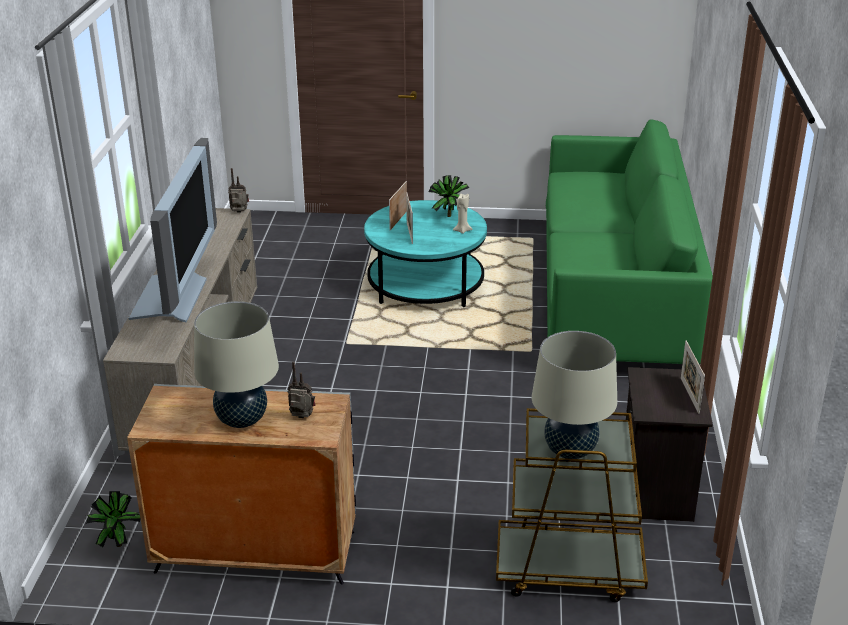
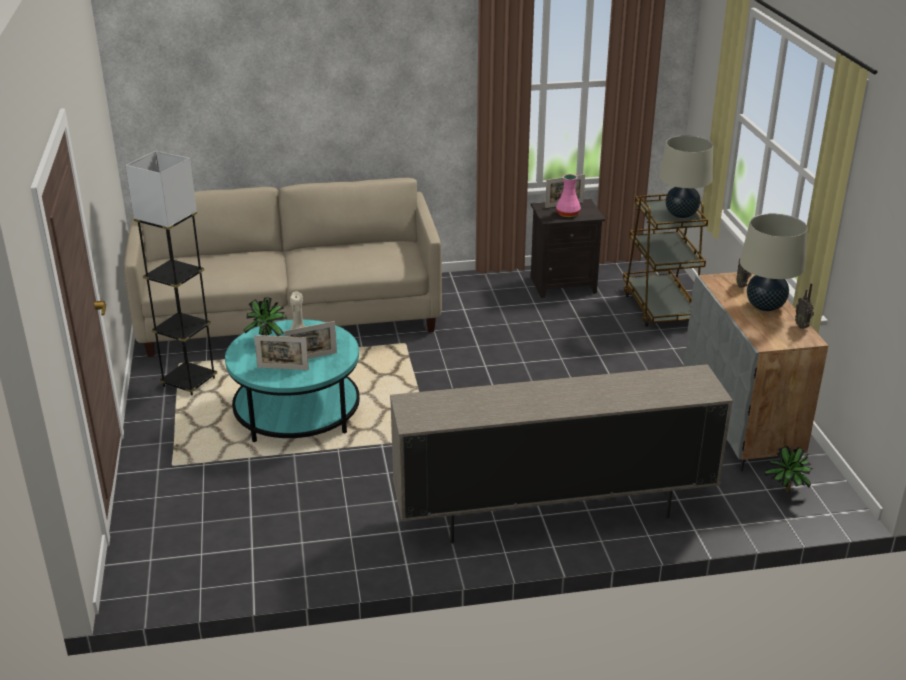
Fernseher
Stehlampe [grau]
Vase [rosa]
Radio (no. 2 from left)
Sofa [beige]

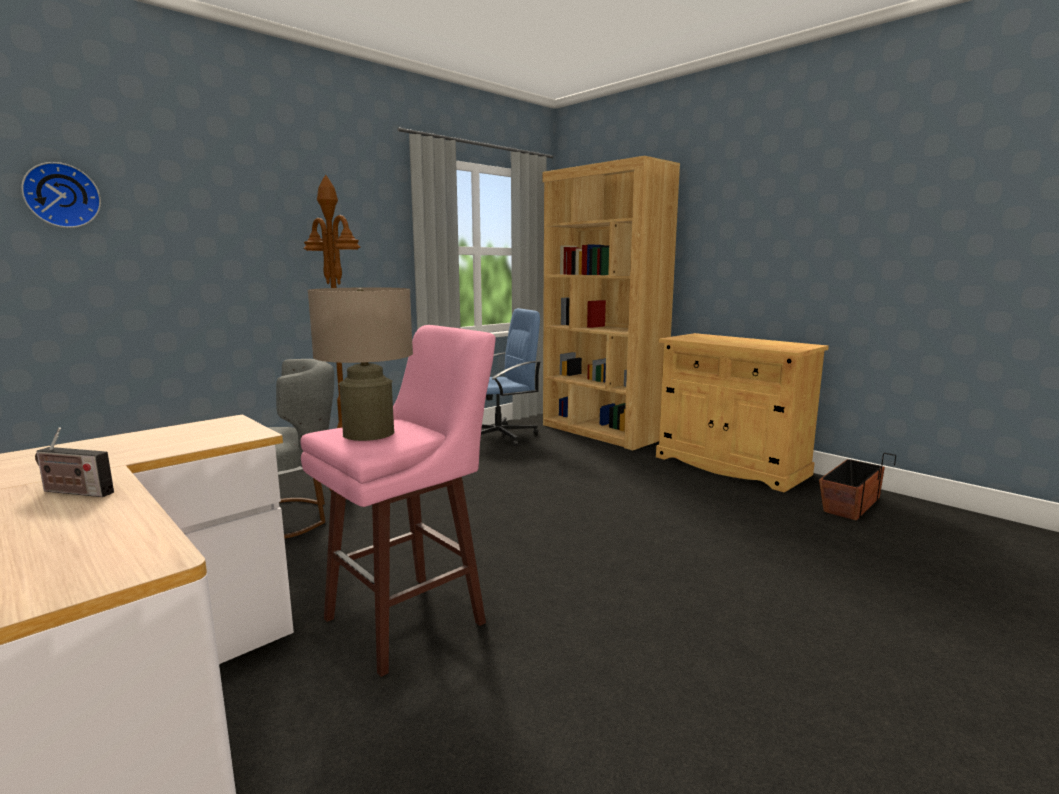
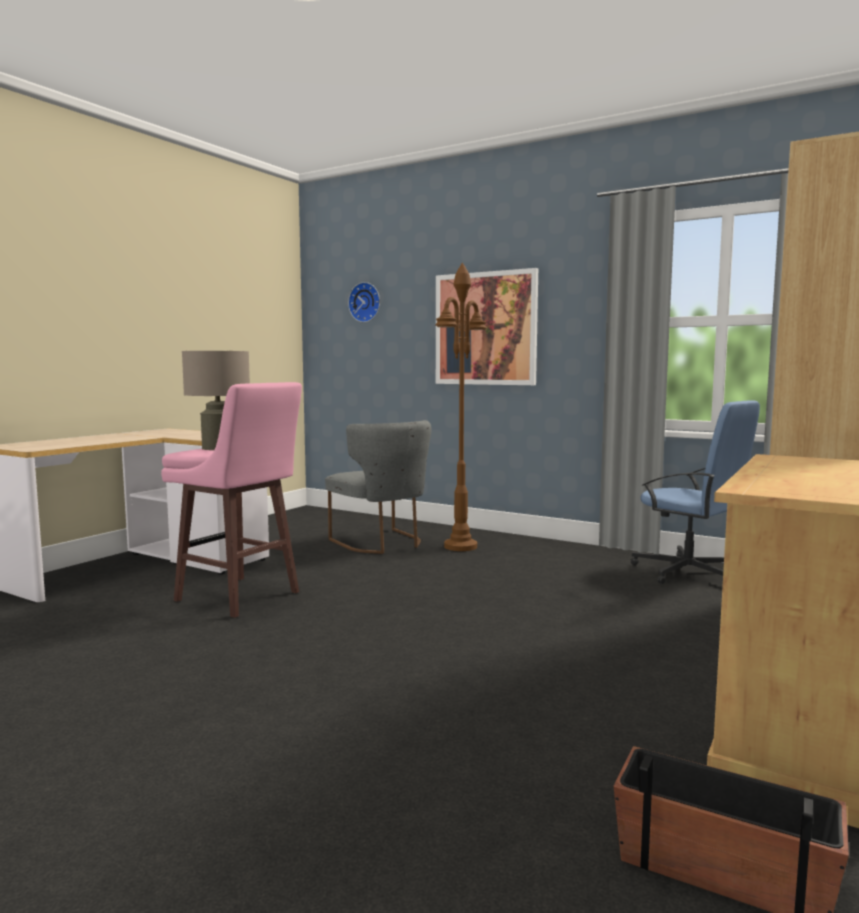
Radio
Bild

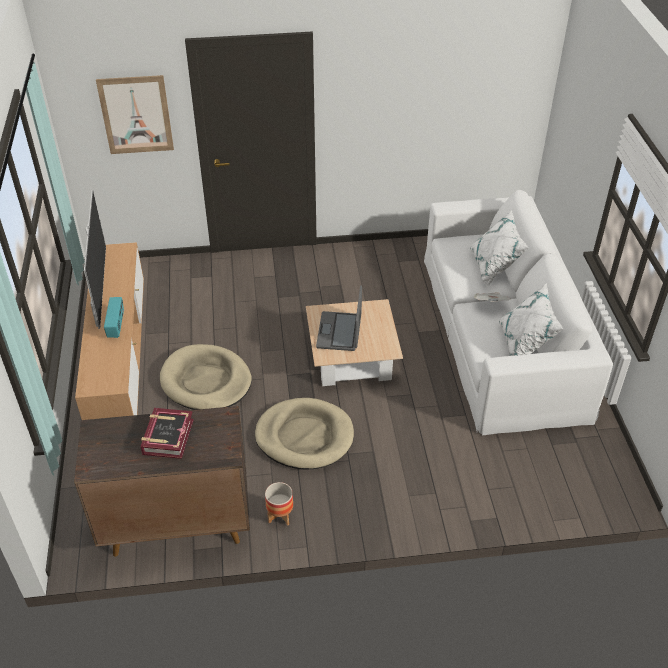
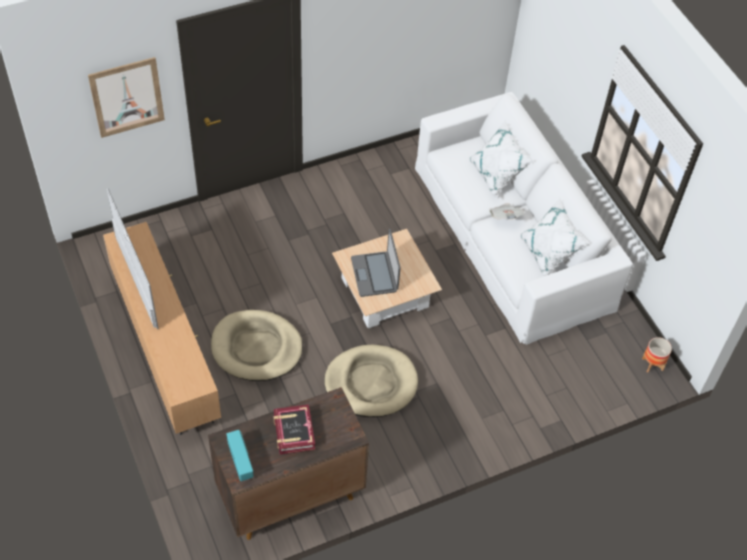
Radio
Pflanzkübel

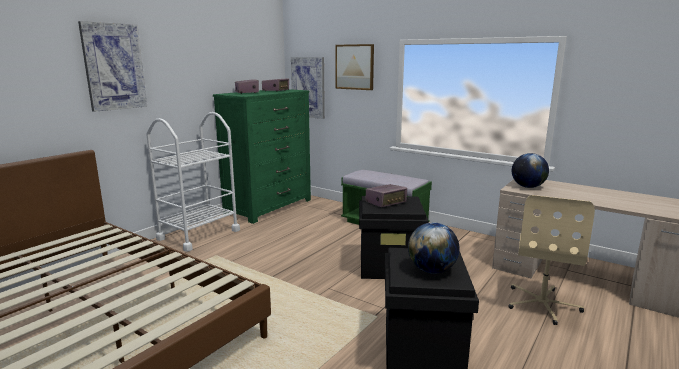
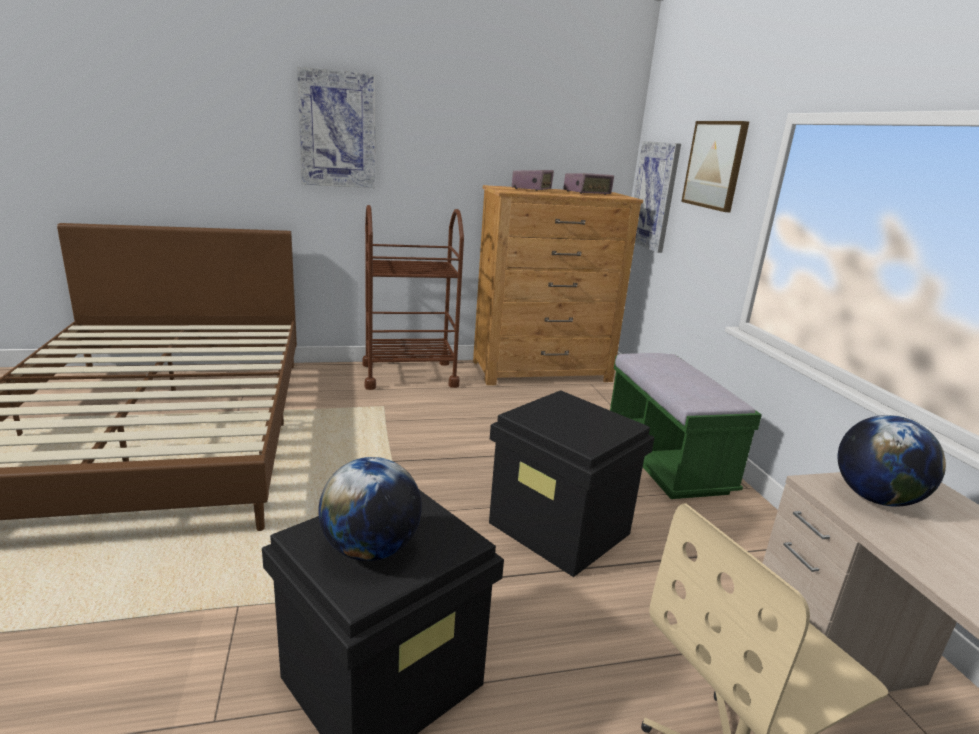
Radio (no. 3 from left in the first image)
Rollwagen [braun]
Kommode [braun]

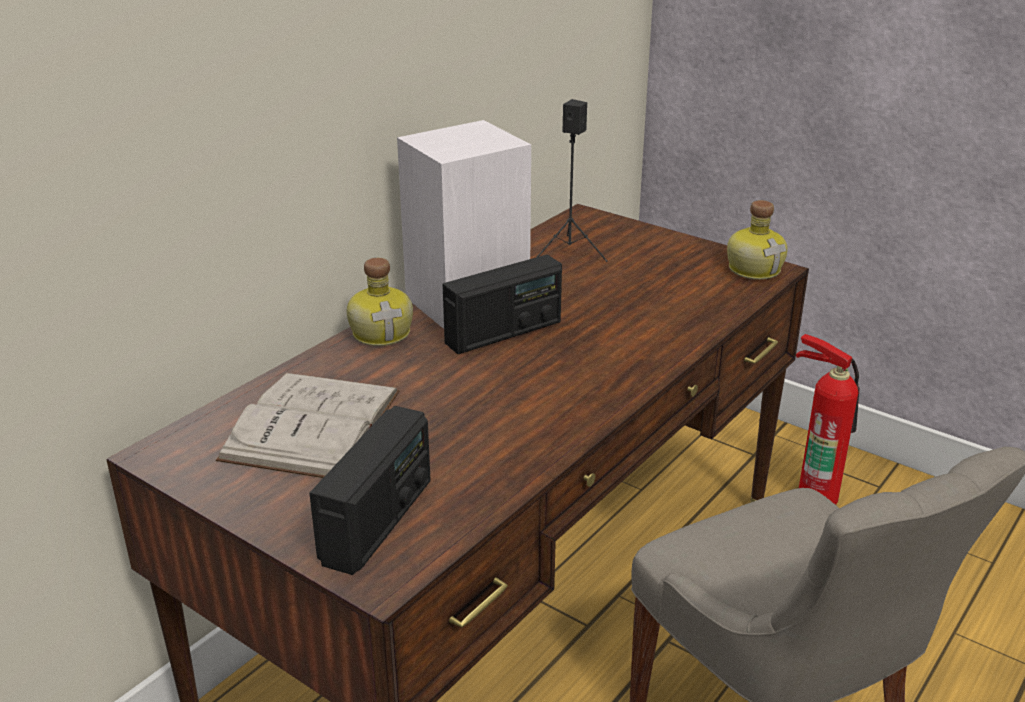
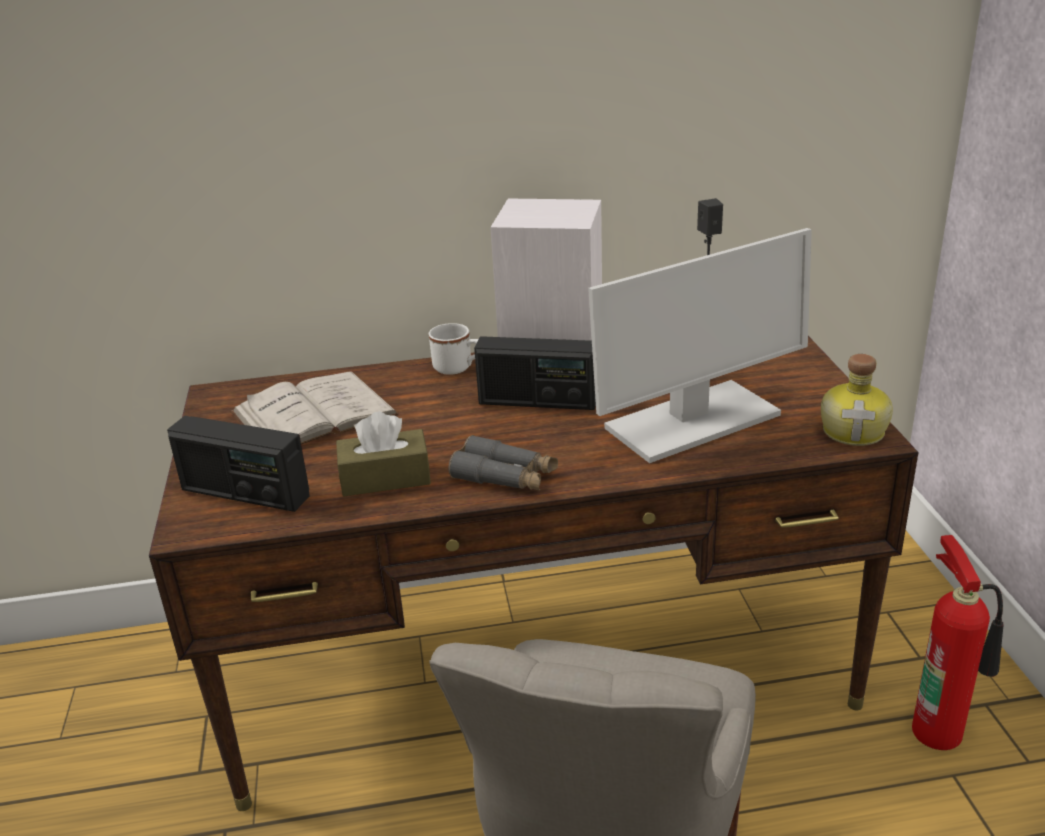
Taschentuchbox [braun]
Fernglas [grau]
Monitor
Henkelbecher [weiß]
Radio (no. 1 from left)

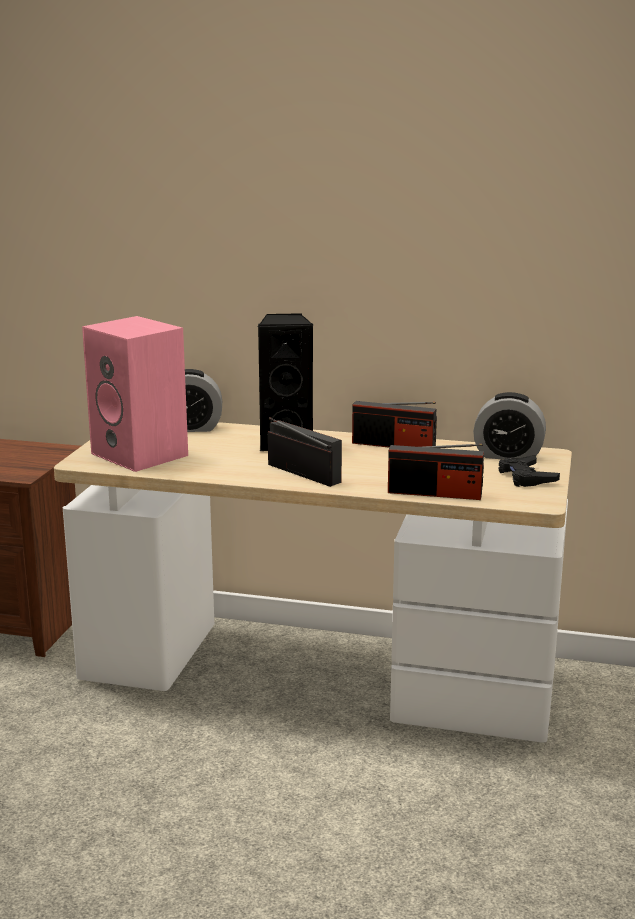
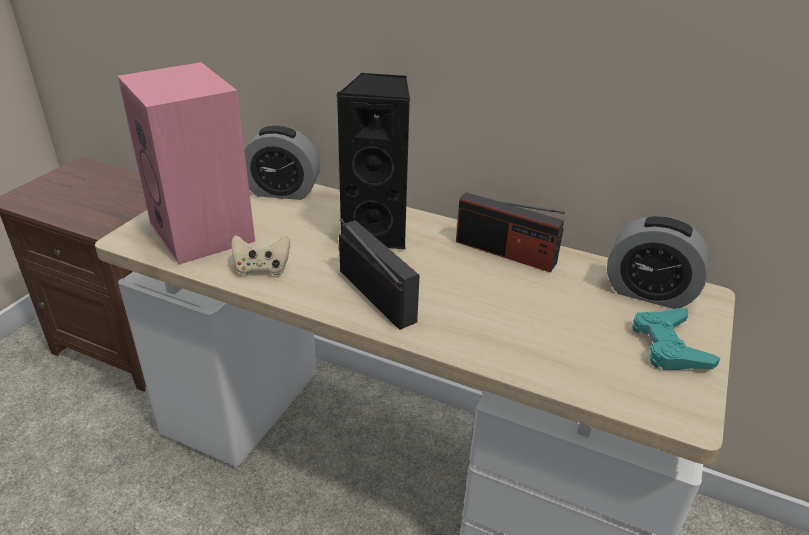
Radio (no. 3 from left in the first image)
Gamepad [beige]
Gamepad [türkis]

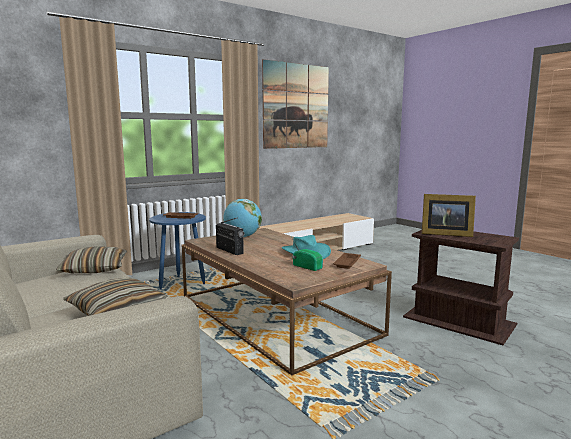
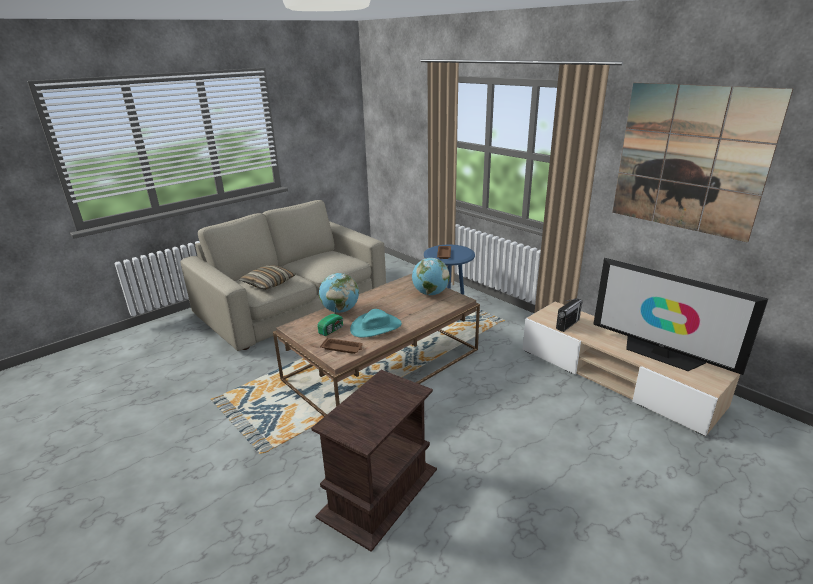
Kissen (no. 1 from left in the first image)
Bilderrahmen
Globus (no. 1 from left)
Fernseher
Radio (no. 2 from left)

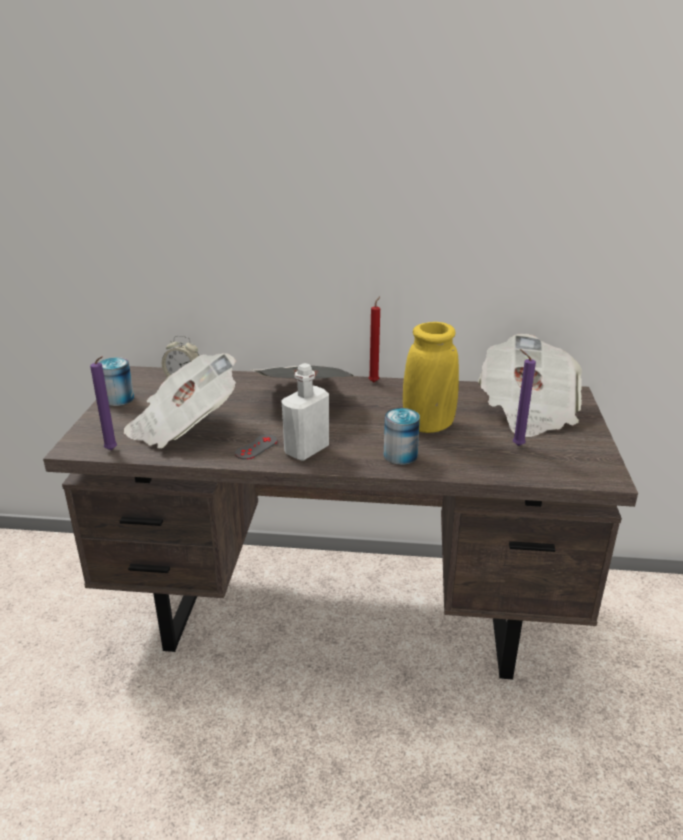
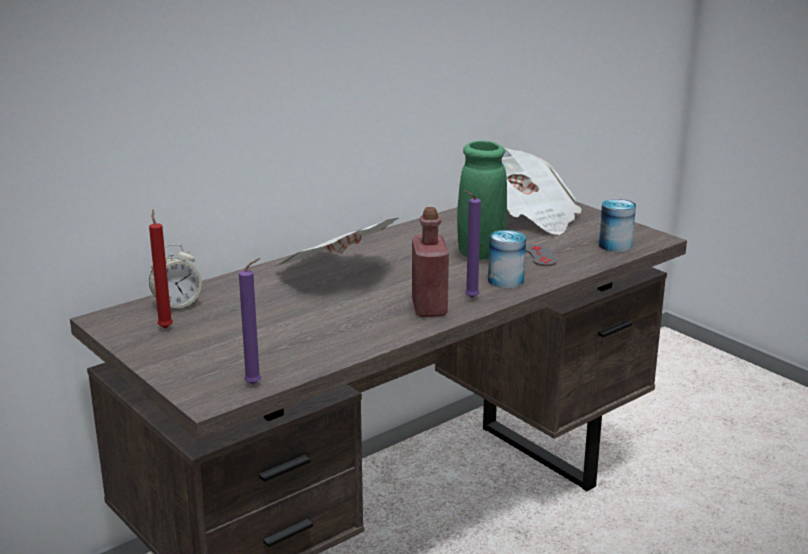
Zeitung (no. 1 from left in the first image)
Dose (no. 2 from left)
Gamepad [grau]
Kerze [rot]
Kerze [lila] (no. 2 from left)
Flasche [rot]
Vase [grün]

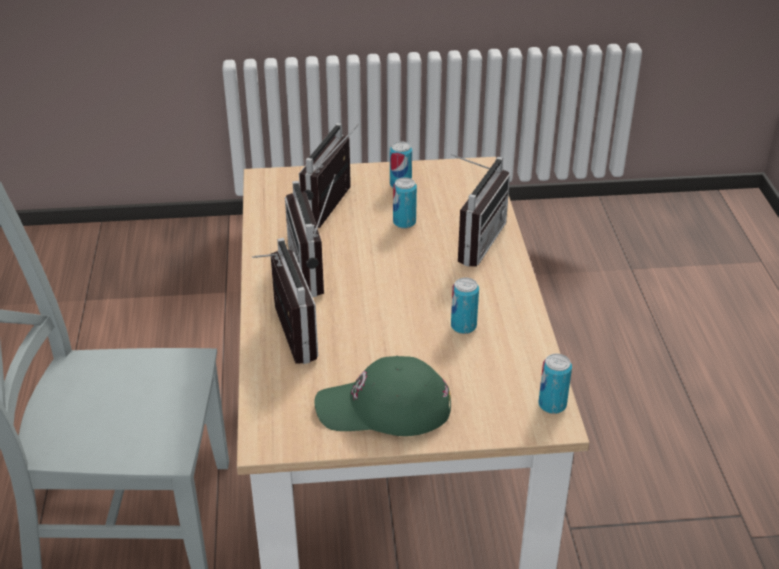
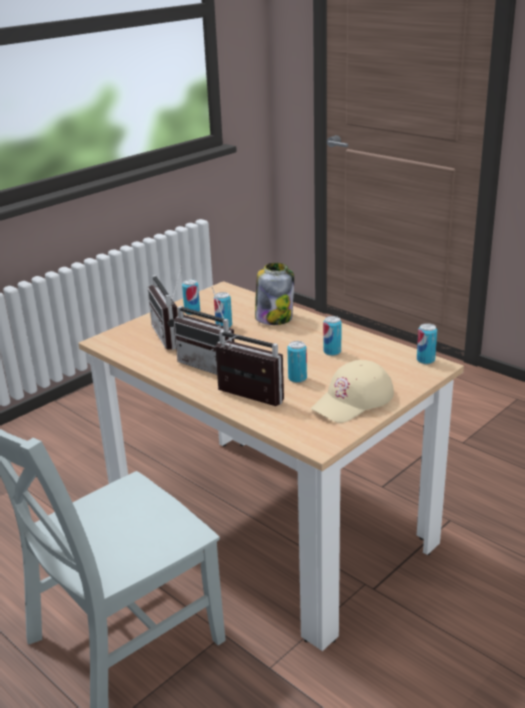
Dose (no. 3 from left)
Vorratsglas
Kappe [beige]

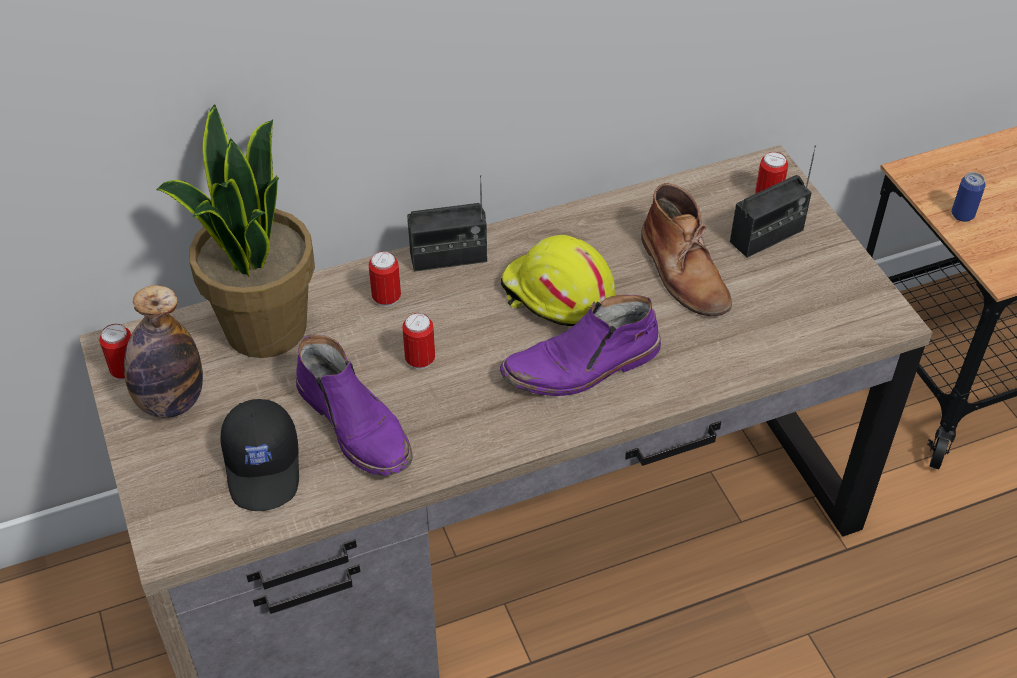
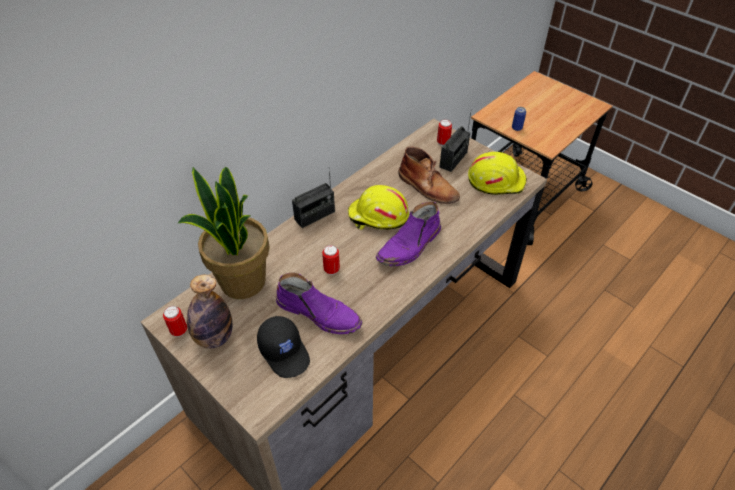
Dose (no. 2 from left in the first image)
Schutzhelm [gelb] (no. 2 from left)

